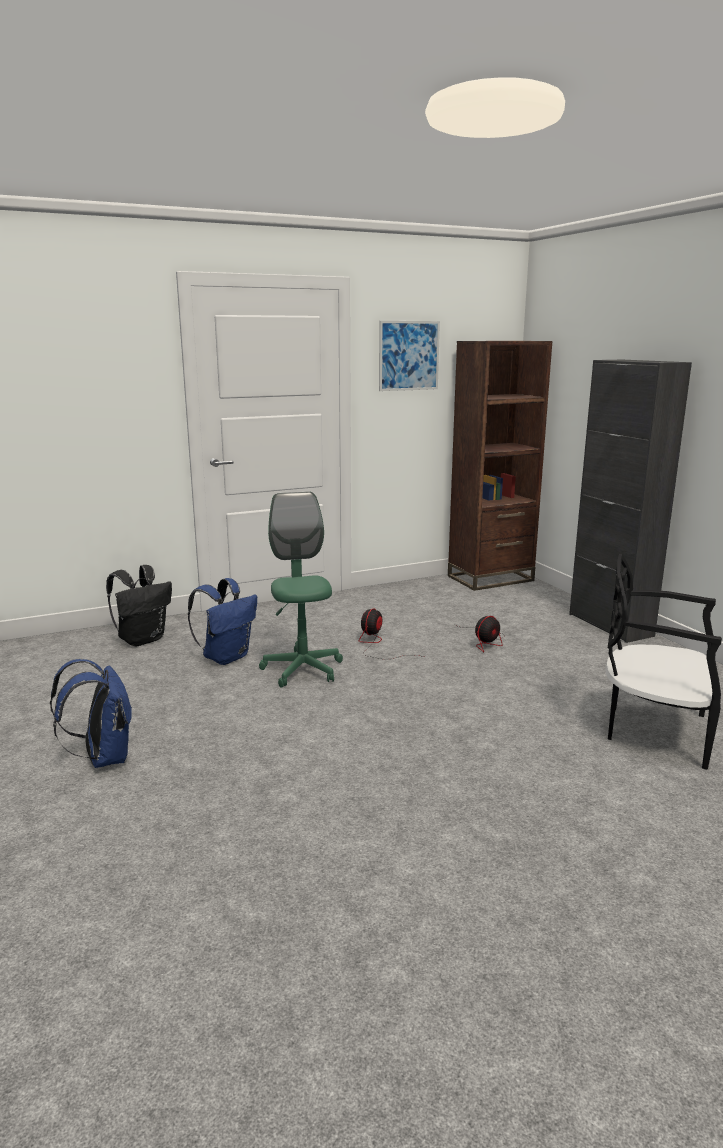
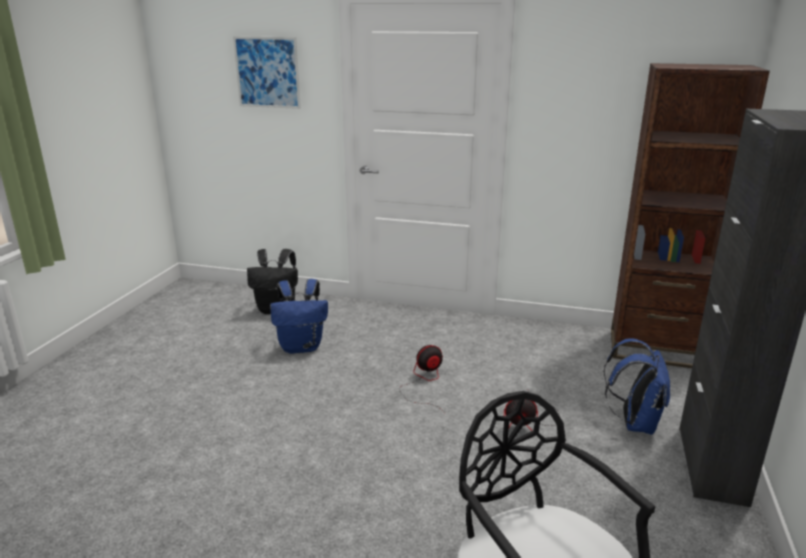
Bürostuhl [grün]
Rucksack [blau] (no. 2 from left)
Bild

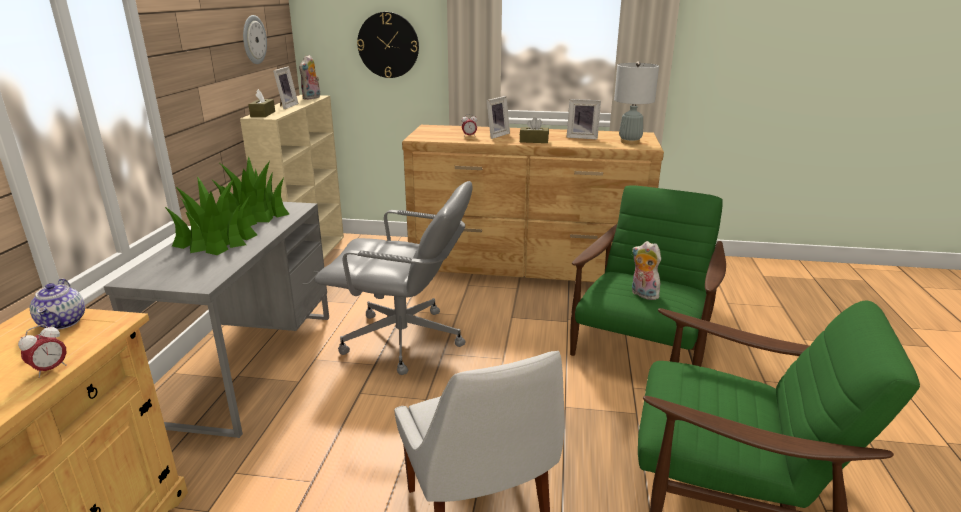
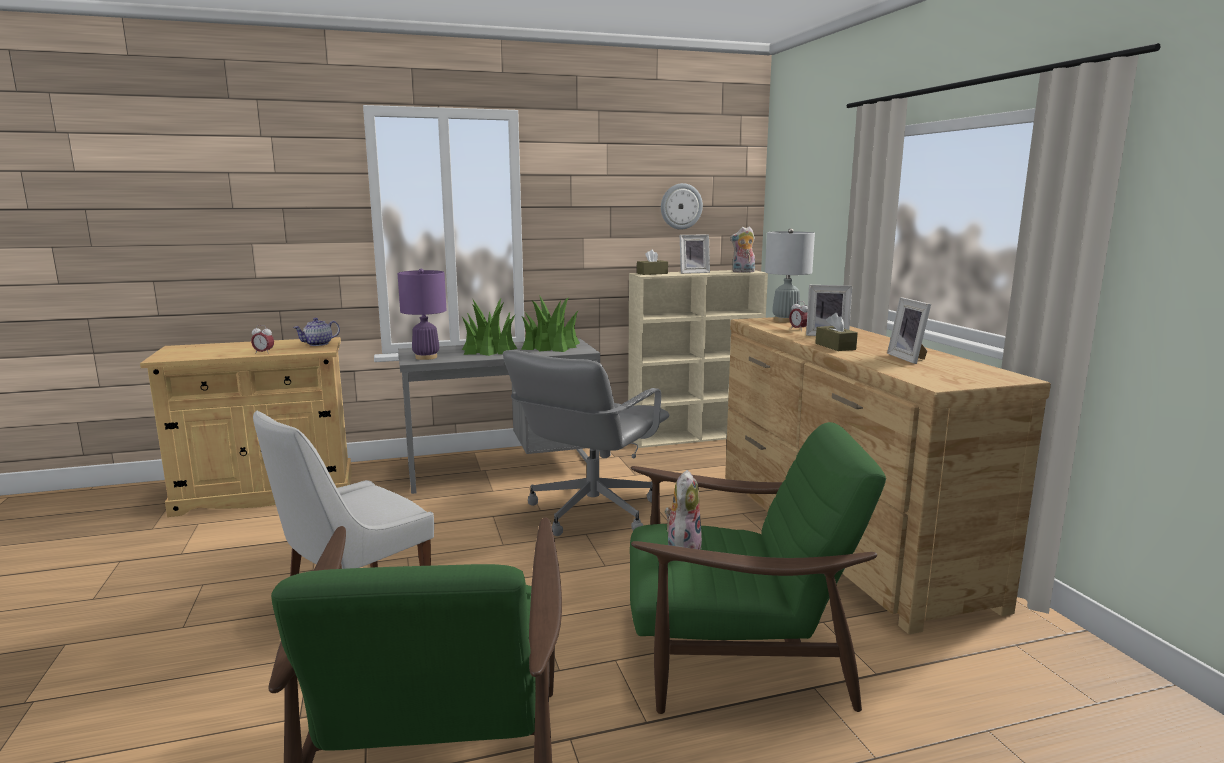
Wanduhr (no. 2 from left in the first image)
Tischlampe [lila]
Tischlampe [grau]
Bürostuhl [grau]

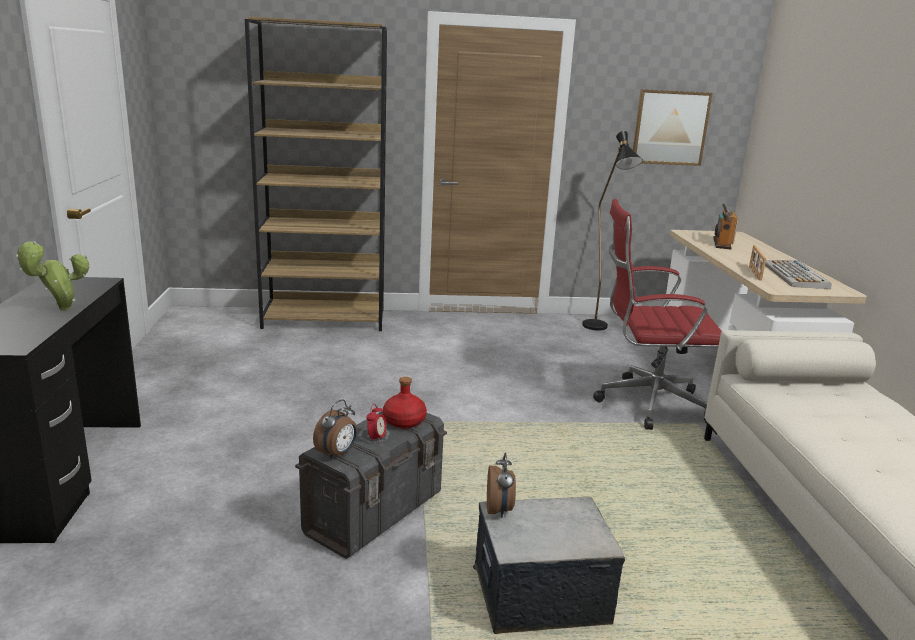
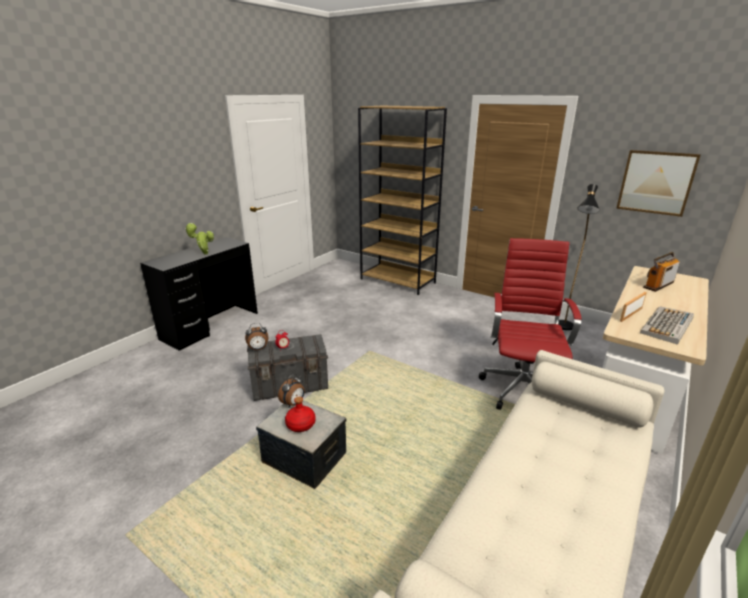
Flasche [rot]
Bürostuhl [rot]

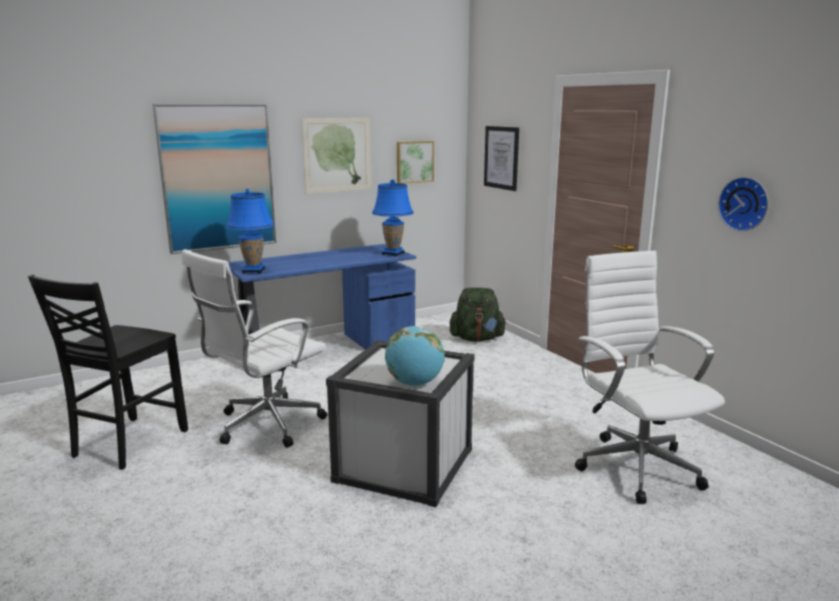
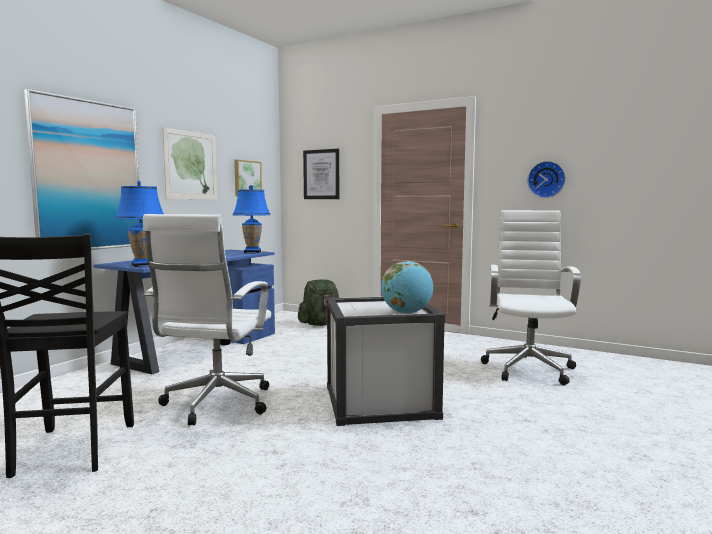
Bürostuhl [weiß] (no. 2 from left)

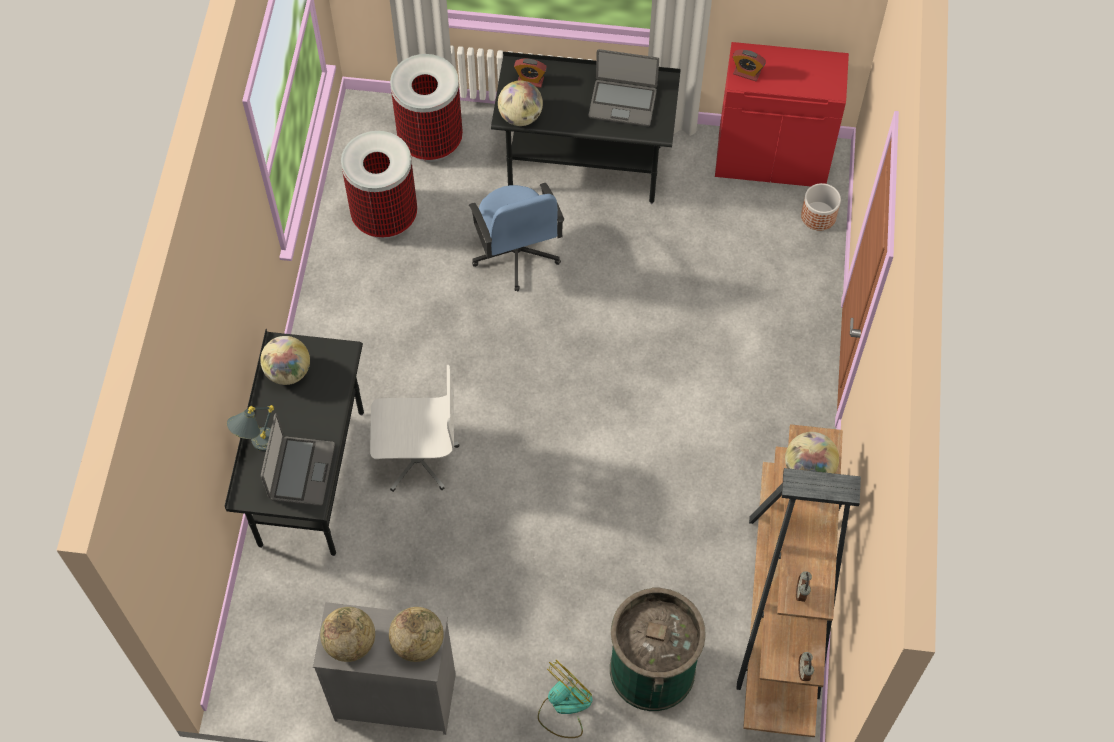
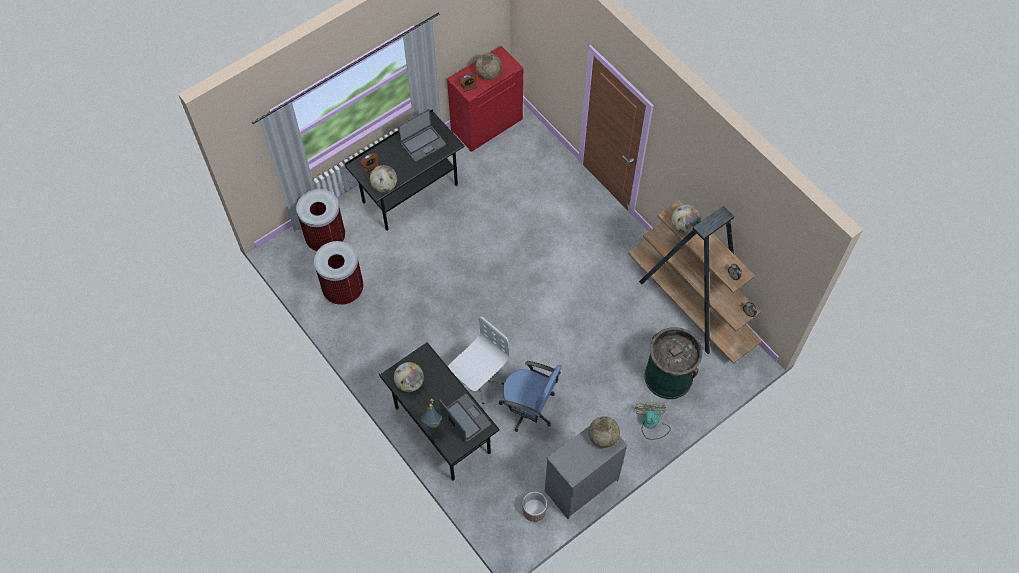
Globus (no. 3 from left)
Bürostuhl [blau]
Pflanzkübel

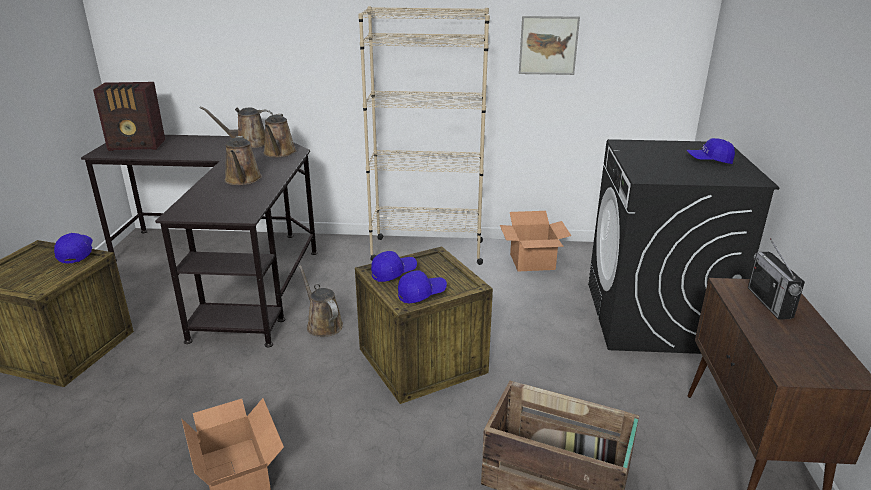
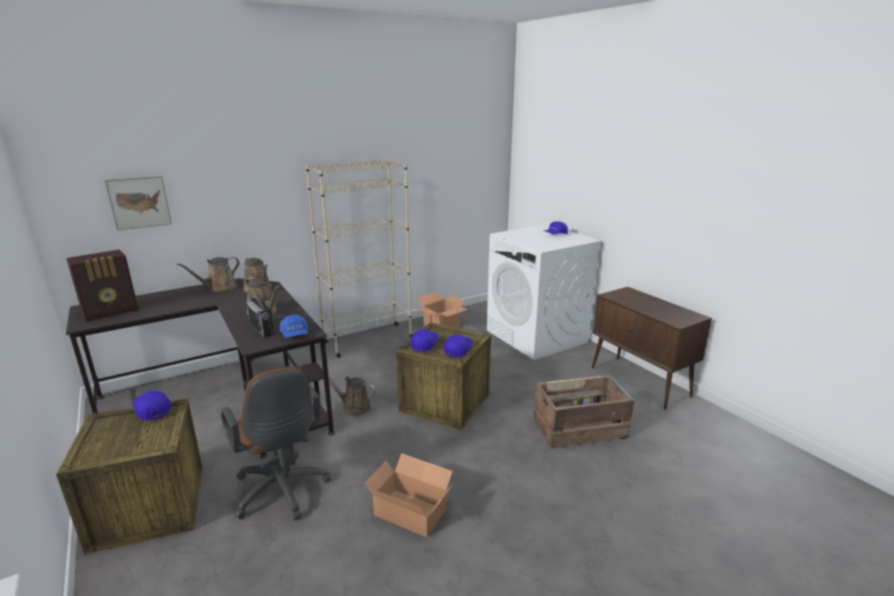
Bürostuhl [braun]
Kappe [blau] (no. 2 from left)
Bild
Radio (no. 2 from left)
Waschmaschine [weiß]

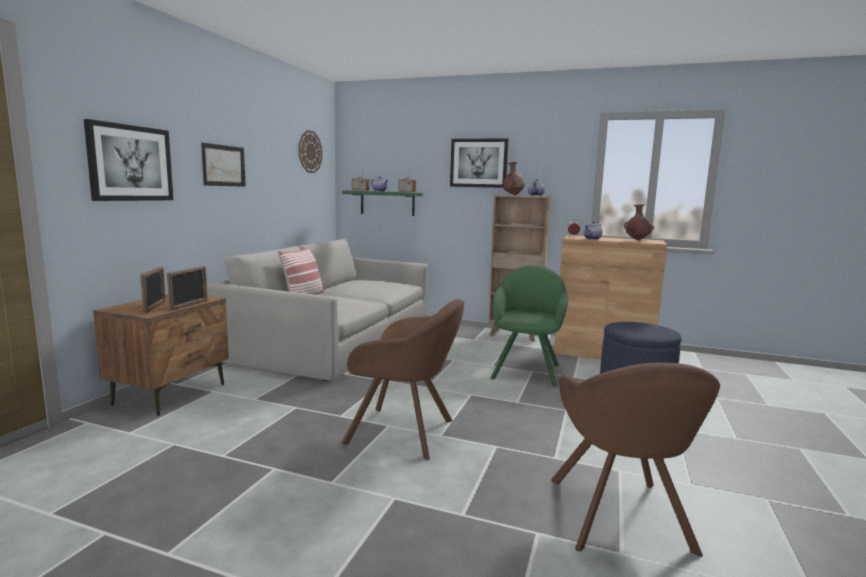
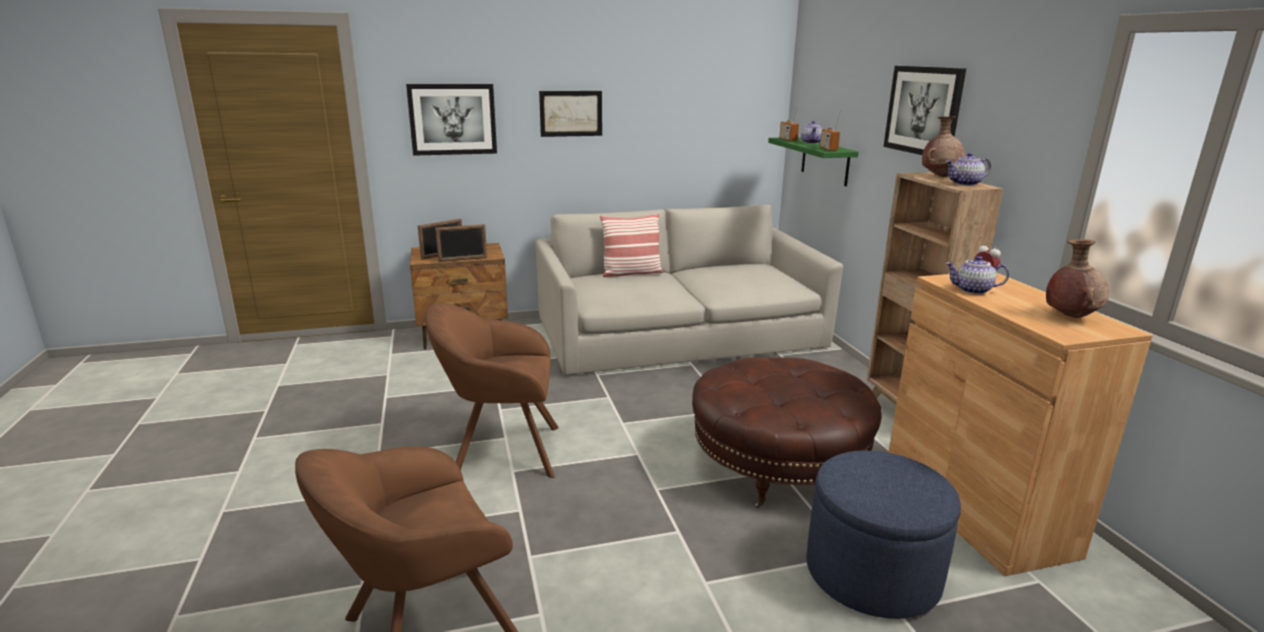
Wanduhr
Polsterhocker [braun]
Sessel [braun] (no. 2 from left)

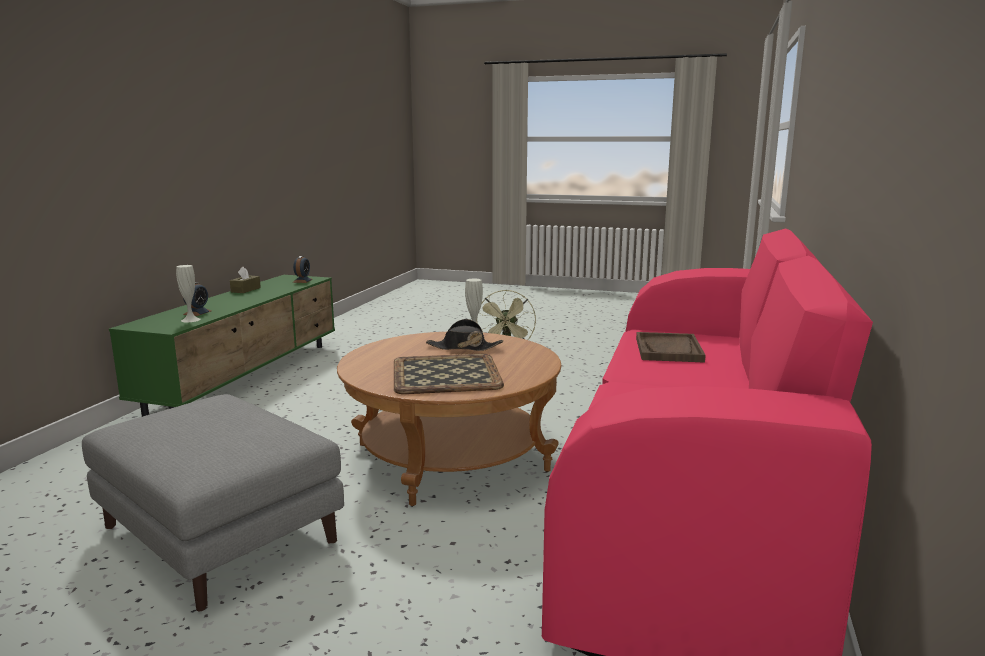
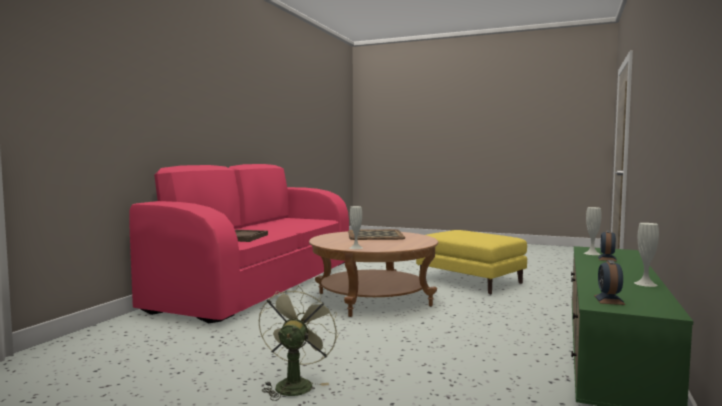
Hut [schwarz]
Vase [weiß] (no. 3 from left)
Polsterhocker [gelb]

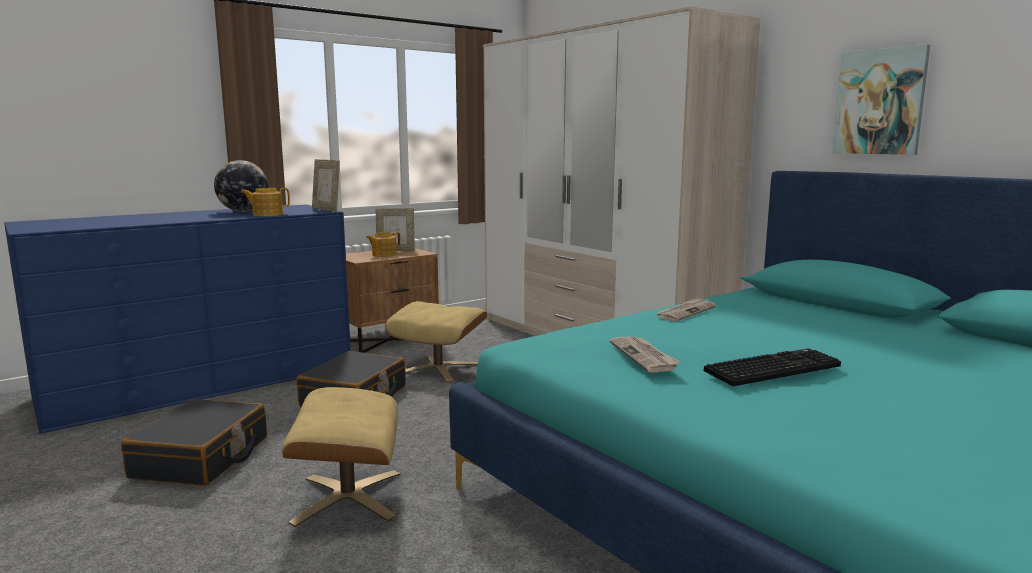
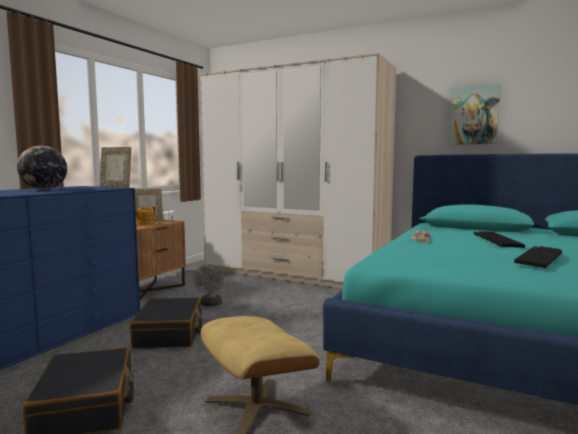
Teekanne (no. 1 from left in the first image)
Zeitung (no. 1 from left in the first image)
Tastatur (no. 1 from left)
Ventilator [grau]

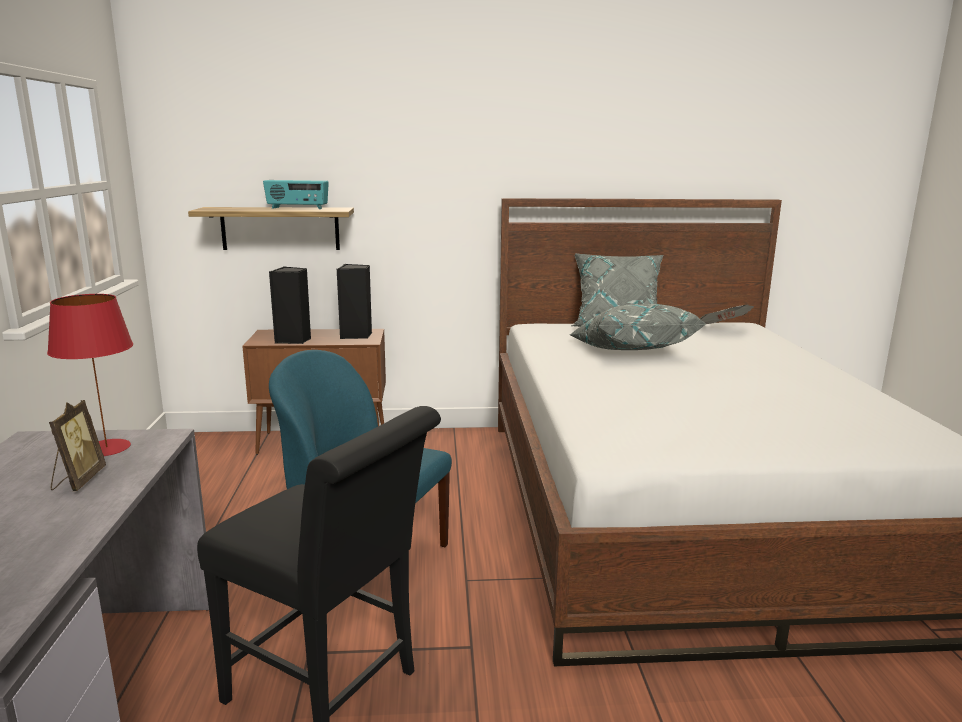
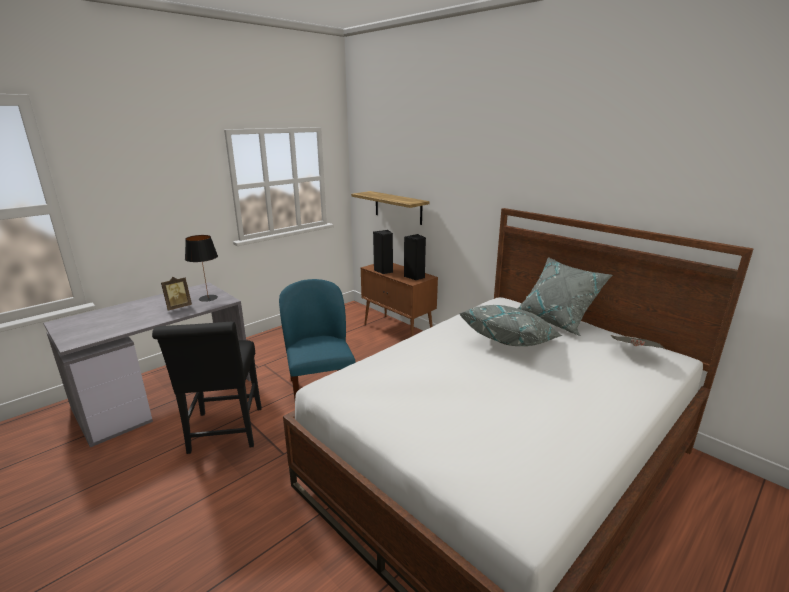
Radio
Tischlampe [schwarz]

